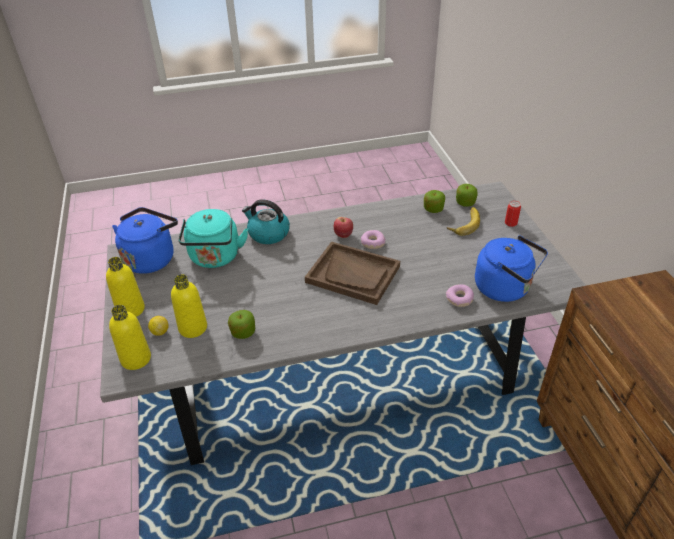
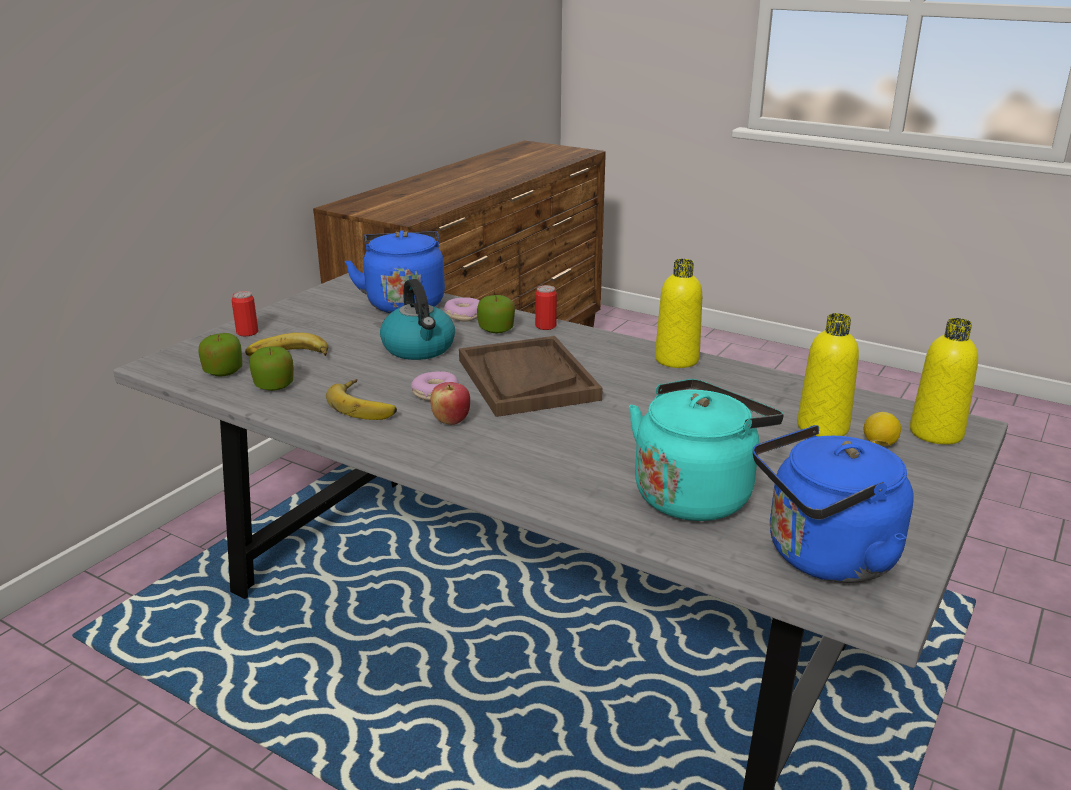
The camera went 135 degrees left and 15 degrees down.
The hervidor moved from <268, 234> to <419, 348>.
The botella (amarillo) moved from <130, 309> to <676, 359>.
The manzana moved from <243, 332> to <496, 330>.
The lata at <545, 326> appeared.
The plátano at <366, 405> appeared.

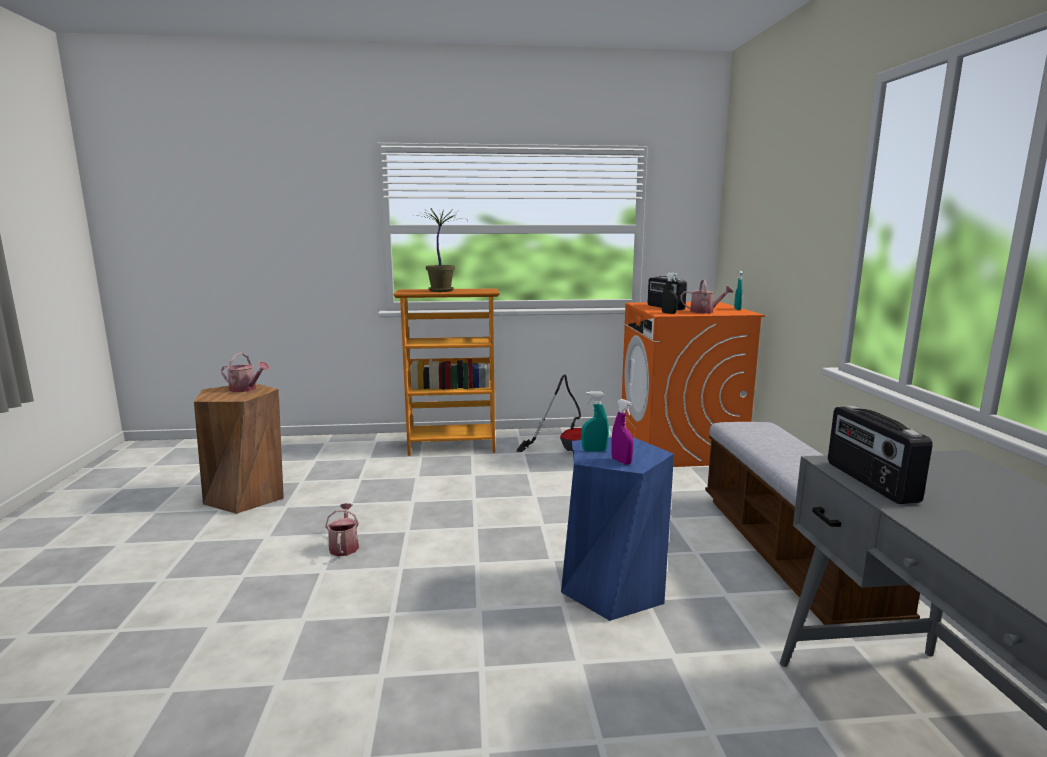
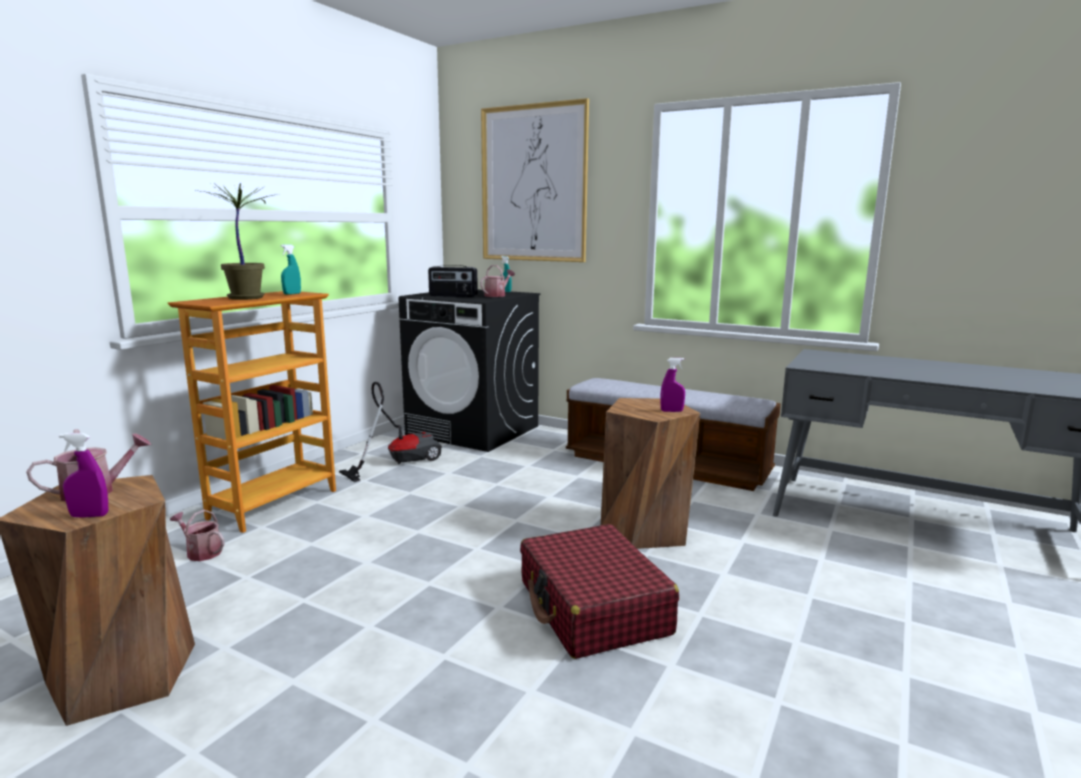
The camera went 55 degrees left and 0 degrees up.
The pulverizador (negro) at <668, 313> disappeared.
The lavadora (naranja) at <680, 447> became the lavadora (negro) at <474, 430>.
The pulverizador (turquesa) moved from <594, 450> to <292, 294>.
The radio at <869, 482> disappeared.
The taburete (azul) at <612, 588> became the taburete (marrón) at <646, 529>.
The regadera moved from <344, 546> to <201, 552>.
The cuadro at <533, 184> appeared.
The pulverizador (morado) at <89, 516> appeared.
The maleta (rojo) at <593, 608> appeared.

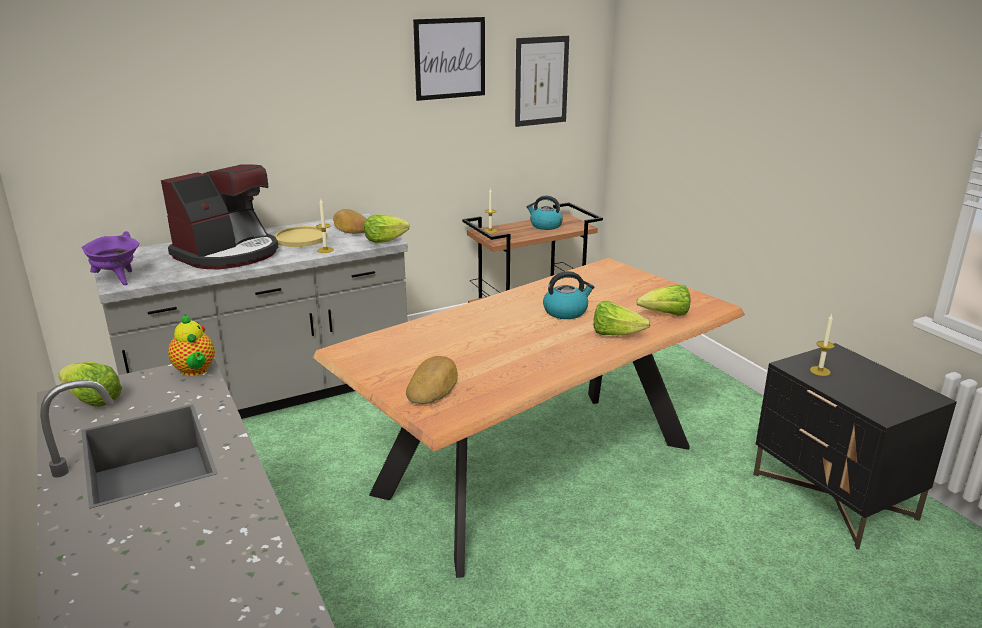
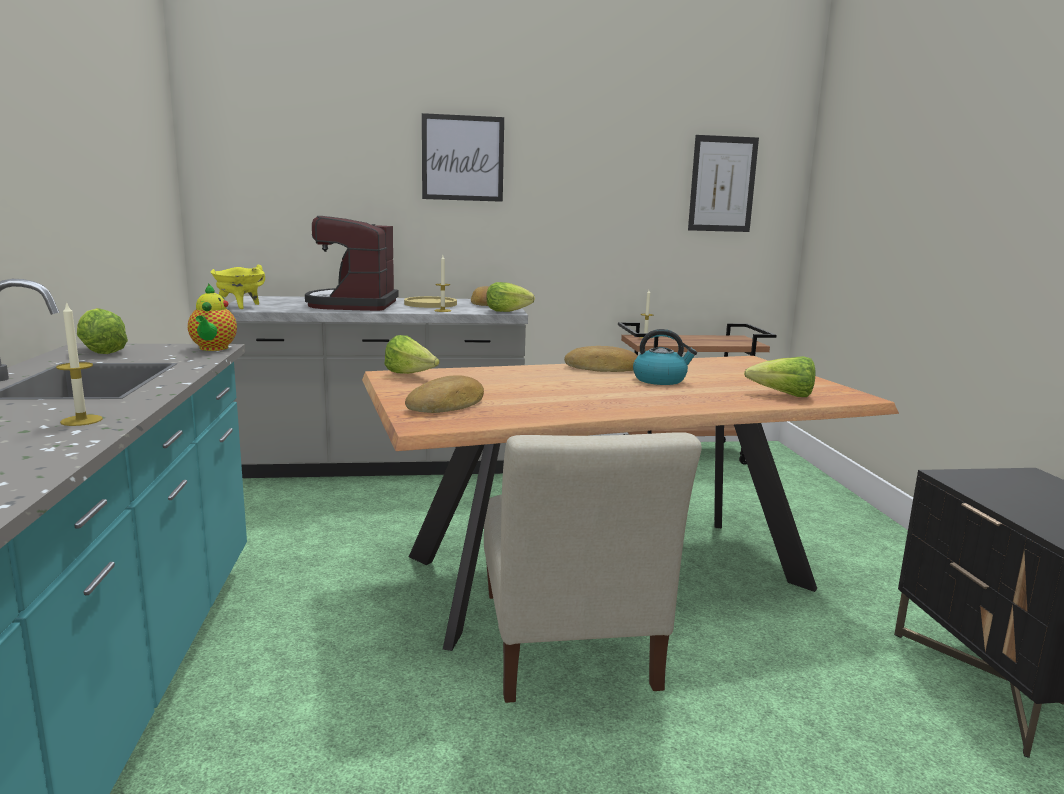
The camera went 20 degrees right and 10 degrees down.
The cuadro moved from <450, 58> to <462, 158>.
The cafetera at <228, 254> turned 120 degrees clockwise.
The hervidor at <545, 226> disappeared.
The olla (morado) at <117, 279> became the olla (amarillo) at <240, 306>.
The lechuga moved from <615, 334> to <410, 375>.
The vela moved from <820, 371> to <81, 420>.
The pan at <603, 368> appeared.
The silla (beis) at <566, 645> appeared.

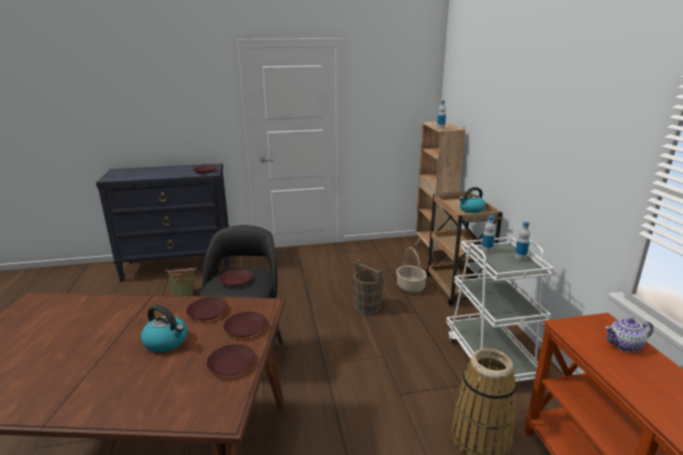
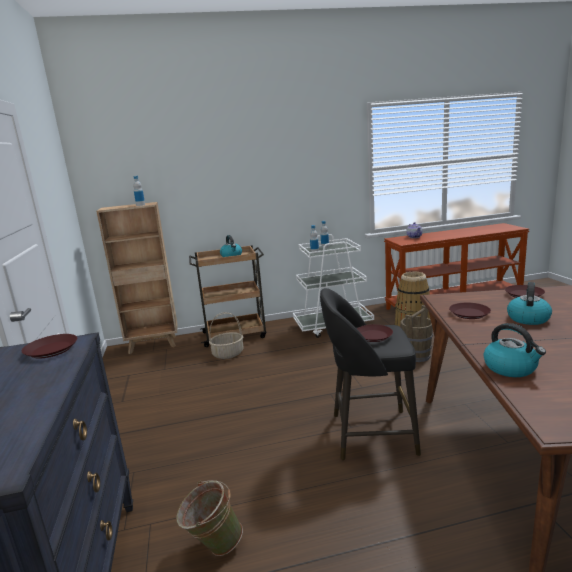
The camera went 90 degrees left and 5 degrees down.
The cubo (marrón) moved from <368, 307> to <416, 355>.
The plato (marrón) at <245, 328> disappeared.
The hervidor at <511, 368> appeared.

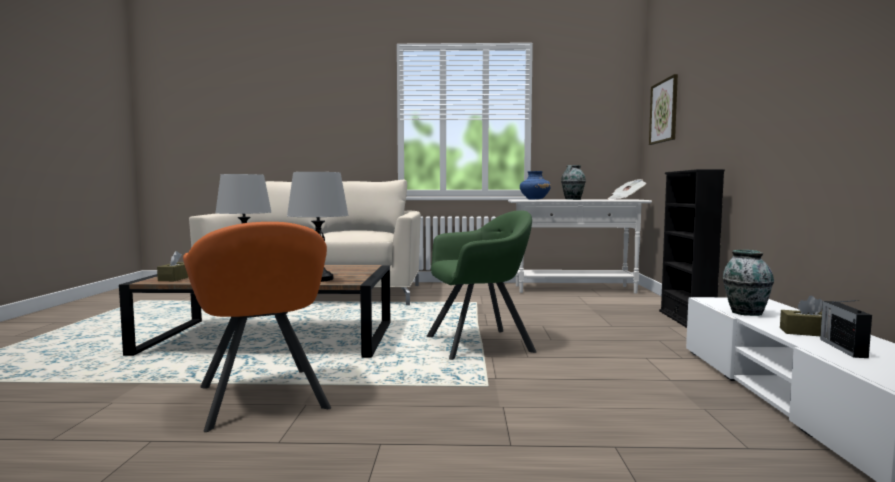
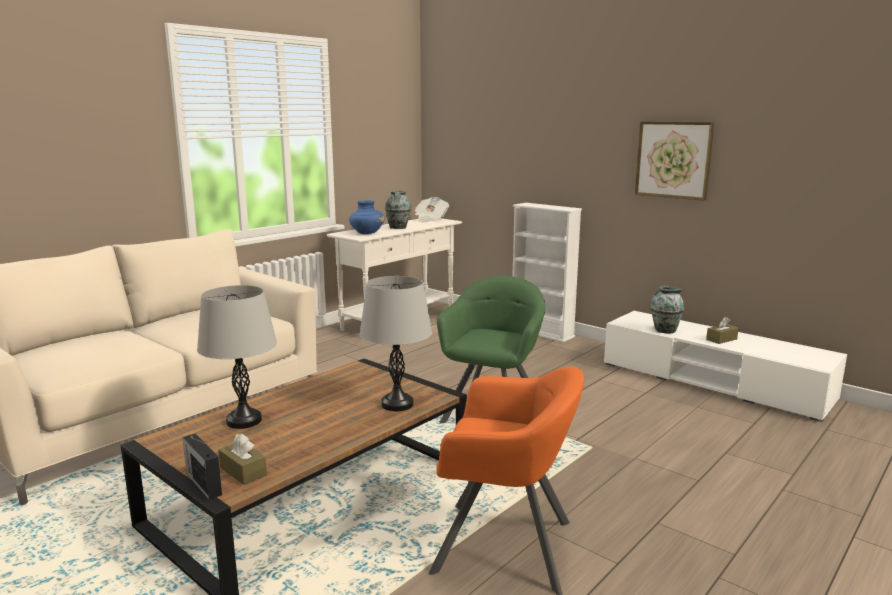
The camera went 50 degrees left and 10 degrees up.
The cuadro moved from <664, 111> to <673, 160>.
The estantería (negro) at <686, 320> became the estantería (blanco) at <541, 332>.
The radio moved from <842, 348> to <203, 483>.

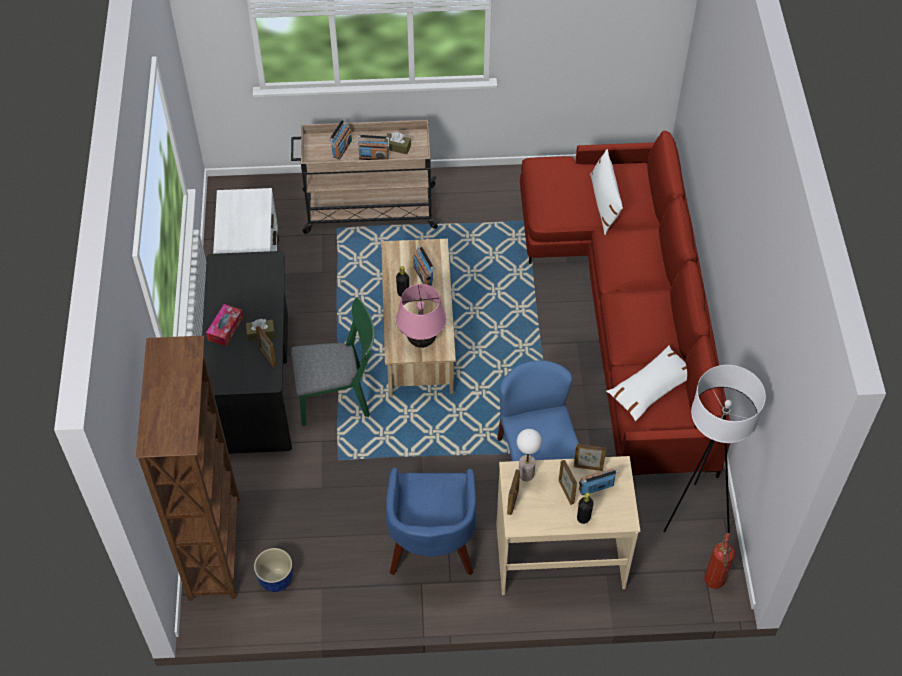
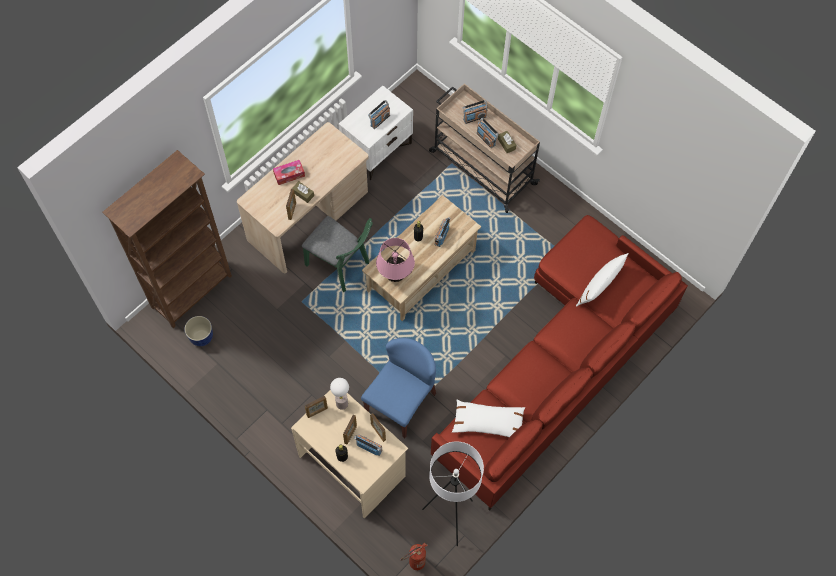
The camera went 45 degrees right and 10 degrees up.
The escritorio (negro) at <254, 381> became the escritorio (beis) at <308, 217>.
The sillón (azul) at <432, 546> disappeared.
The radio at <380, 120> appeared.

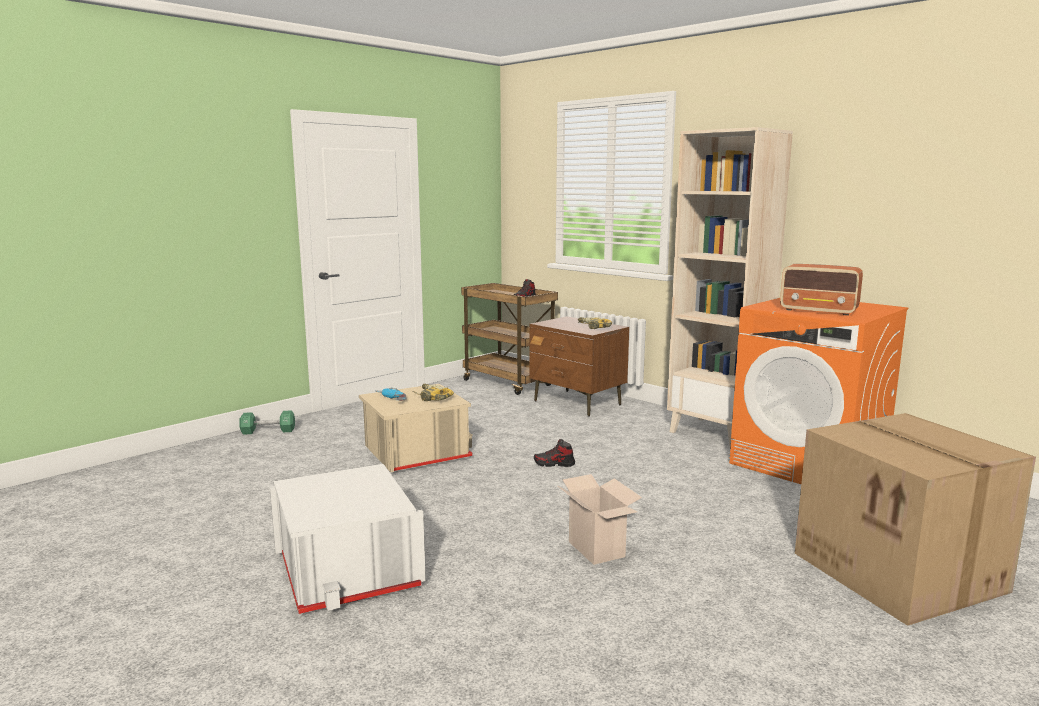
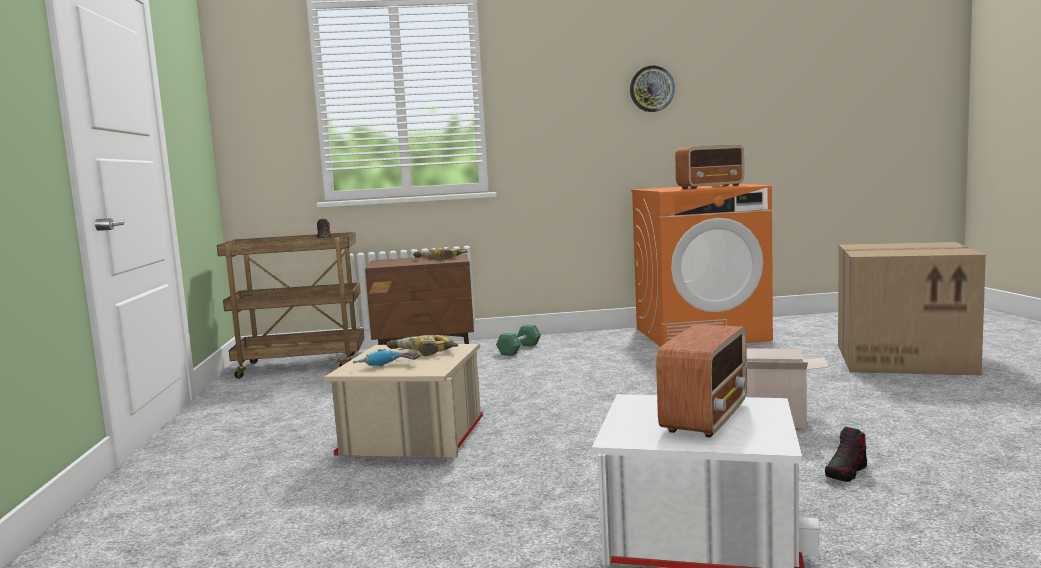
The camera went 50 degrees left and 5 degrees down.
The estantería (beis) at <717, 433> disappeared.
The mancuerna (verde) moved from <268, 431> to <519, 349>.
The zapato moved from <554, 464> to <846, 472>.
The reloj de pared at <651, 89> appeared.
The radio at <706, 417> appeared.

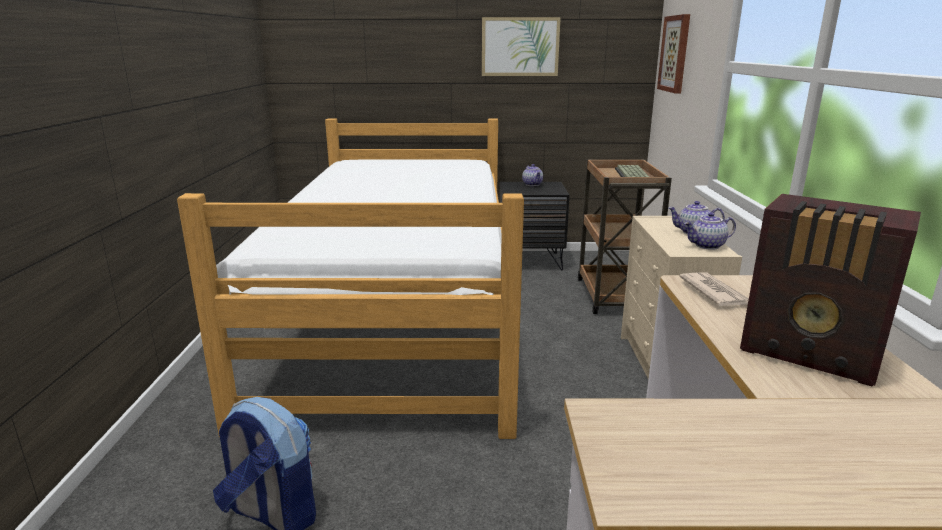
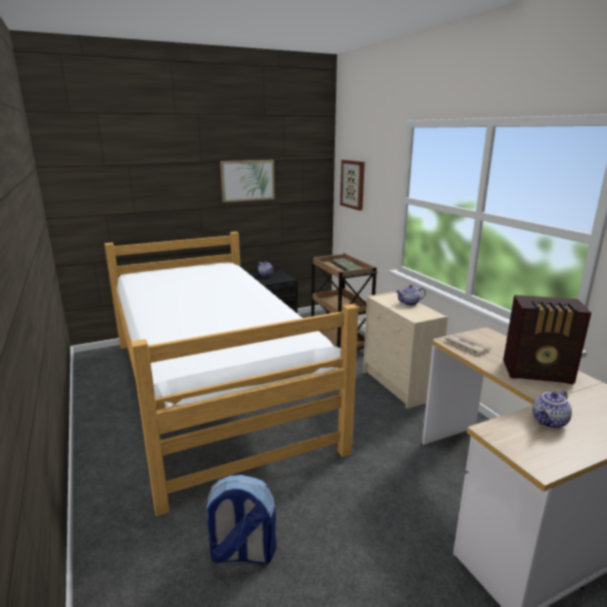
The camera went 25 degrees left and 0 degrees up.
The tetera moved from <707, 246> to <549, 422>.

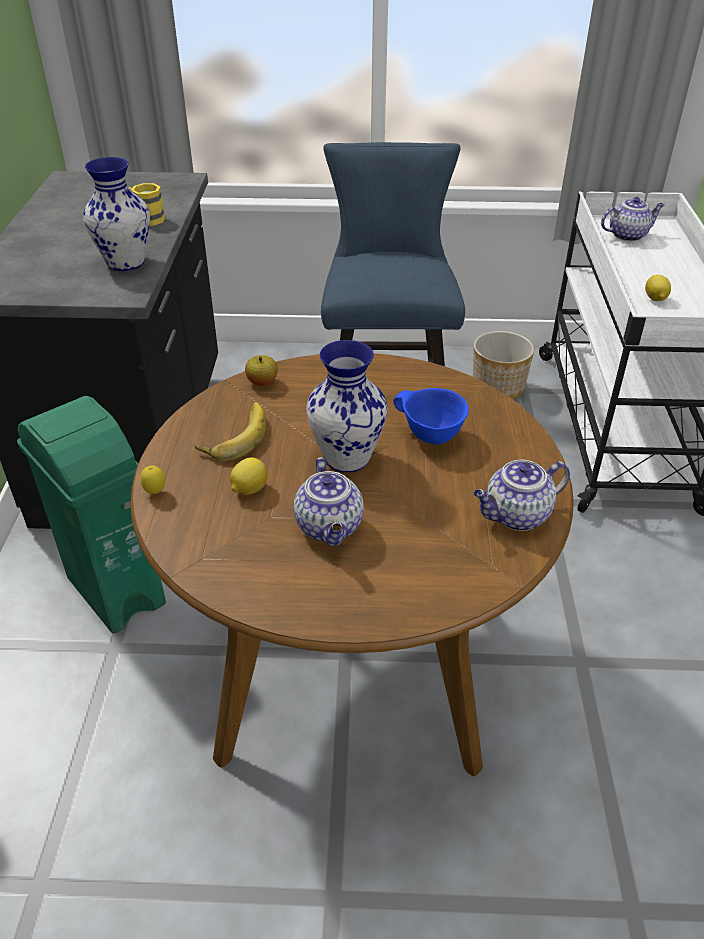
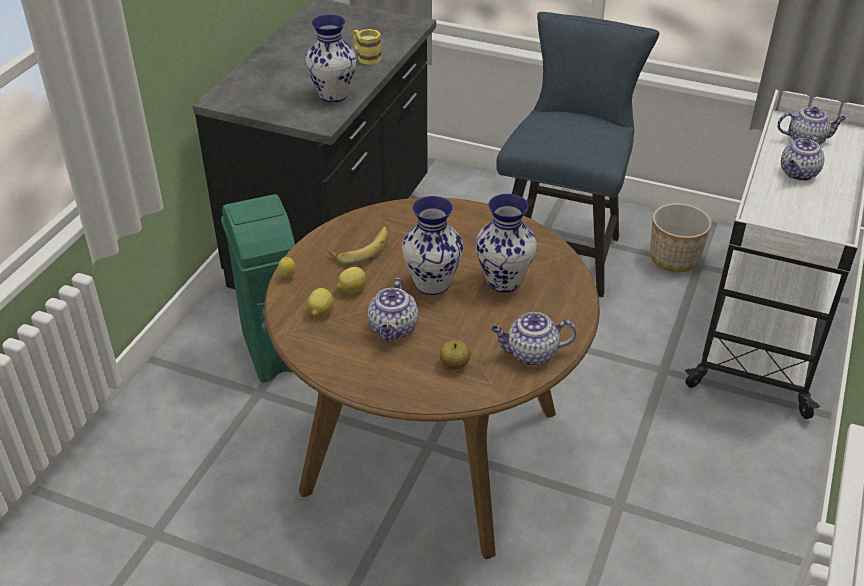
The camera went 20 degrees right and 0 degrees up.
The limón moved from <655, 299> to <320, 312>.
The manzana moved from <262, 382> to <454, 364>.
The cuenco (azul) at <431, 436> was replaced by the florero at <504, 282>.
The tetera at <798, 174> appeared.

